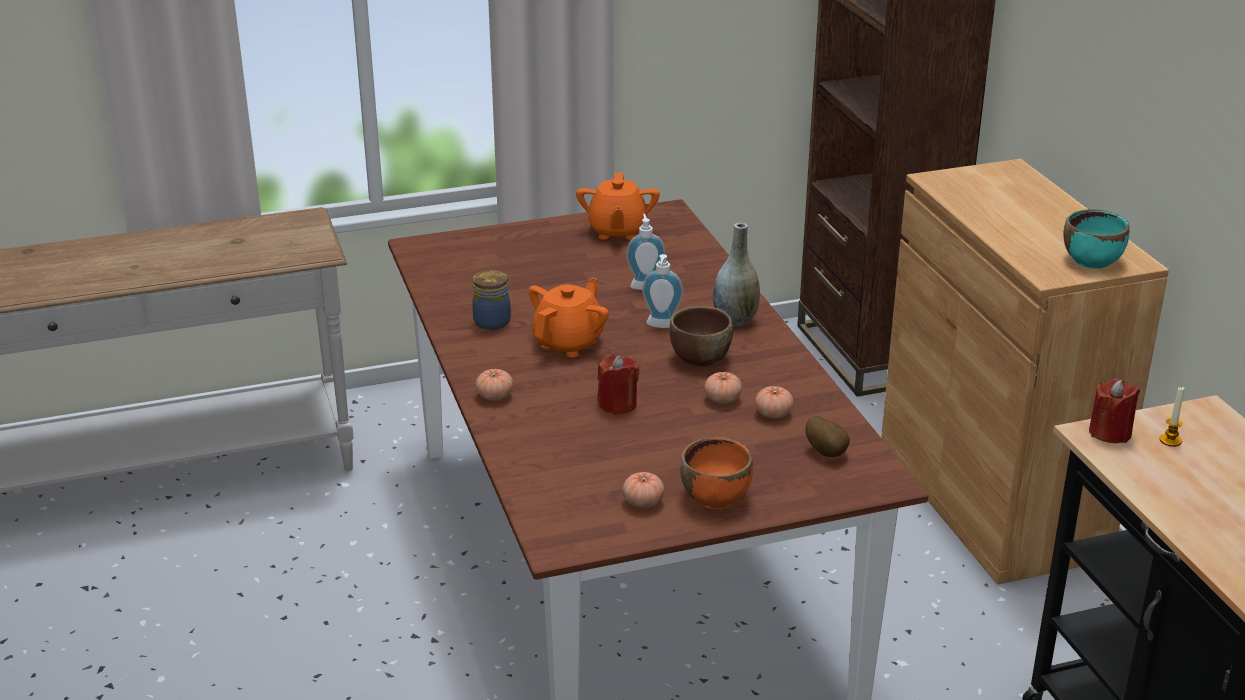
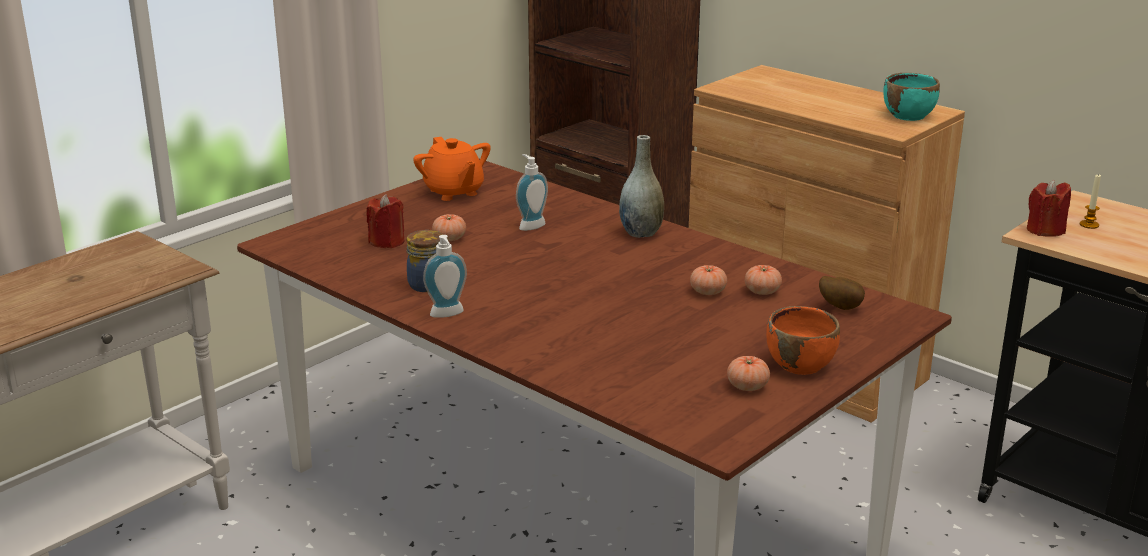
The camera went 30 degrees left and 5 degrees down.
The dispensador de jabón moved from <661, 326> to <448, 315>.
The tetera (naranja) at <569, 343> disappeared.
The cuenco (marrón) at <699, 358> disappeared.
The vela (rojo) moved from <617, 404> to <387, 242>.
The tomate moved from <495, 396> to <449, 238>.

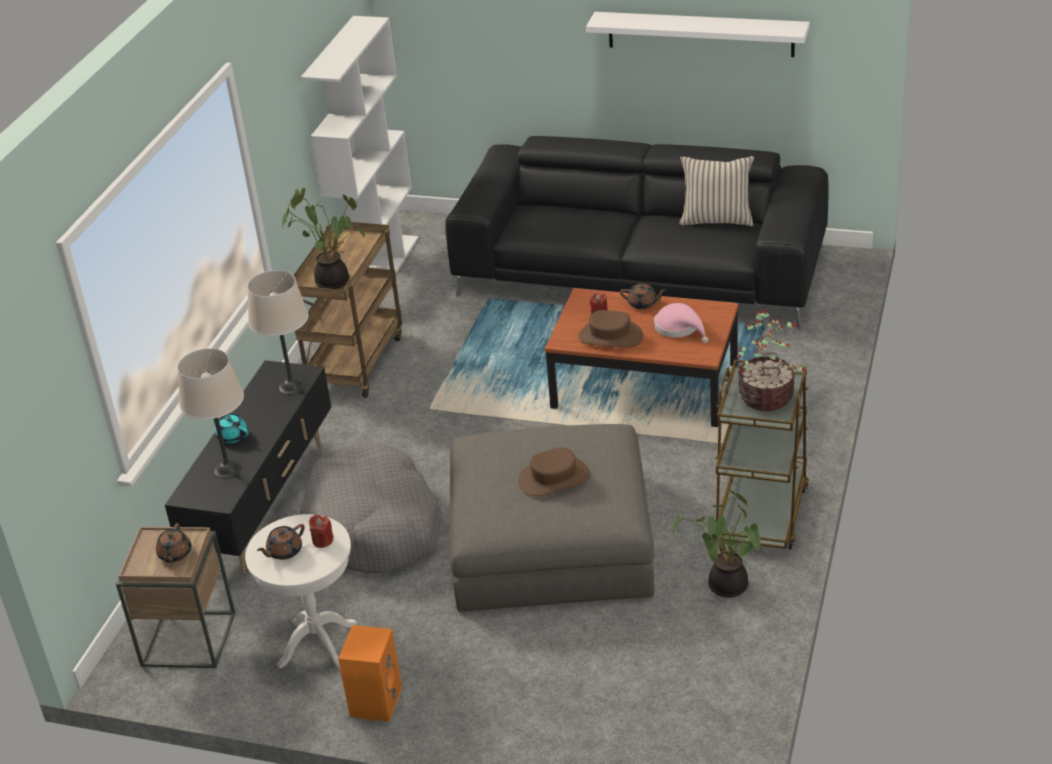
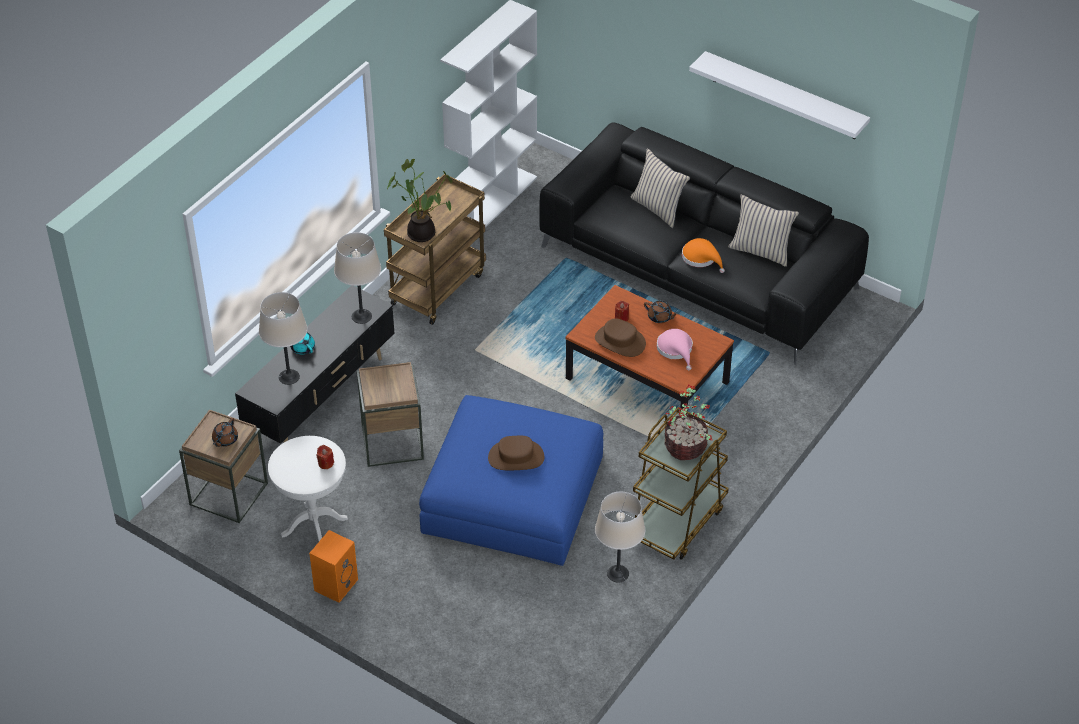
The camera went 15 degrees right and 10 degrees up.
The puf (gris) at <551, 539> became the puf (azul) at <513, 495>.
The cama para perro (gris) at <374, 526> was replaced by the mesa auxiliar (marrón) at <392, 442>.
The planta en maceta at <724, 586> was replaced by the lámpara de mesa (beis) at <617, 574>.
The tetera (marrón) at <284, 551> disappeared.
The cojín (beis) at <658, 208> appeared.
The sombrero (naranja) at <701, 258> appeared.

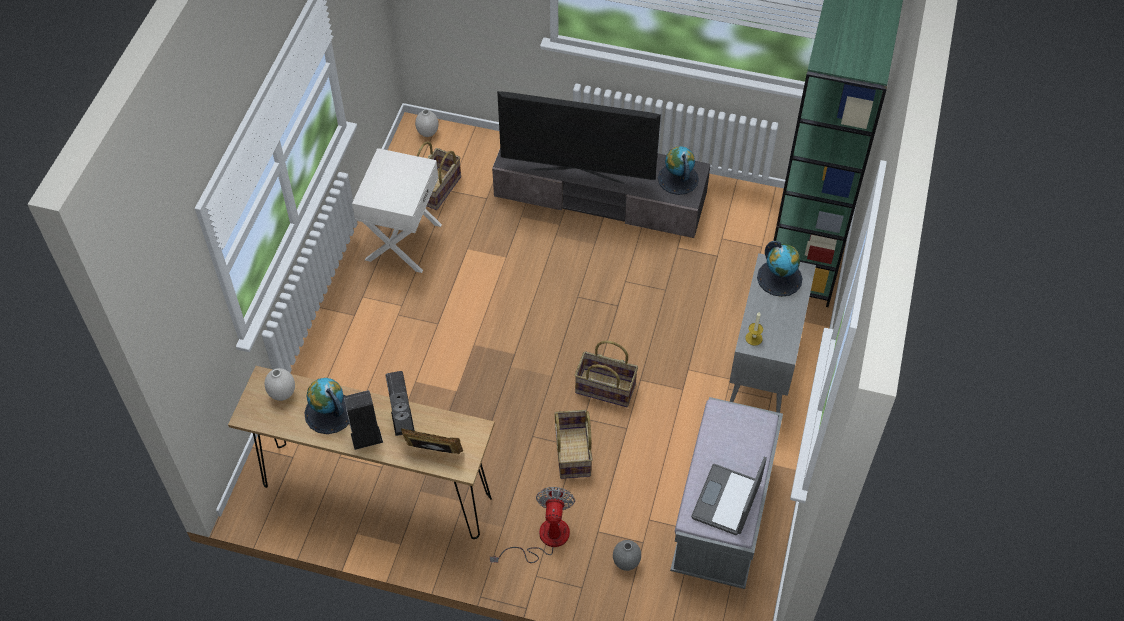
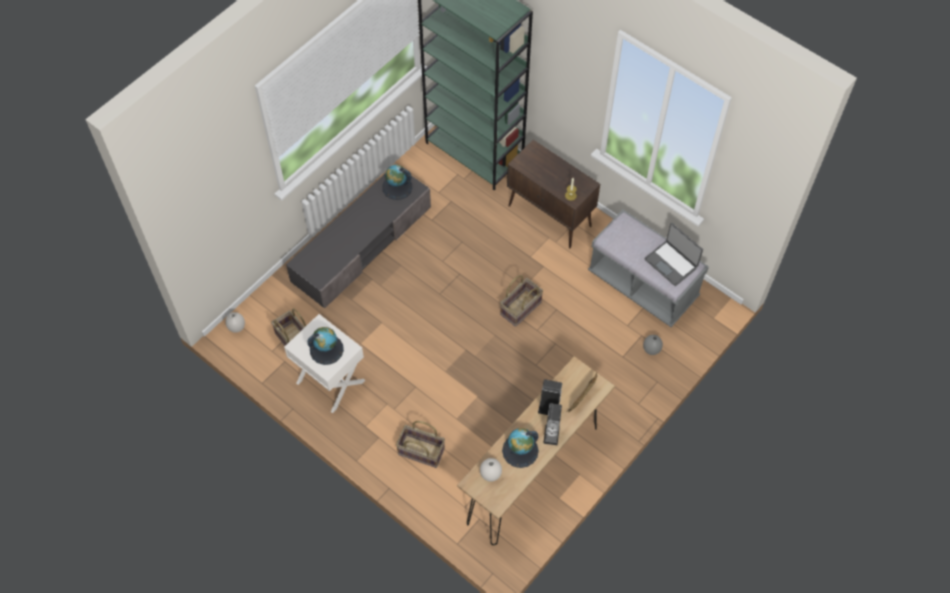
The camera went 65 degrees left and 5 degrees up.
The televisor at <577, 175> disappeared.
The globo terráqueo moved from <779, 278> to <326, 349>.
The armario (gris) at <763, 368> became the armario (marrón) at <550, 216>.
The cesta moved from <571, 452> to <420, 452>.
The ventilador at <544, 539> disappeared.

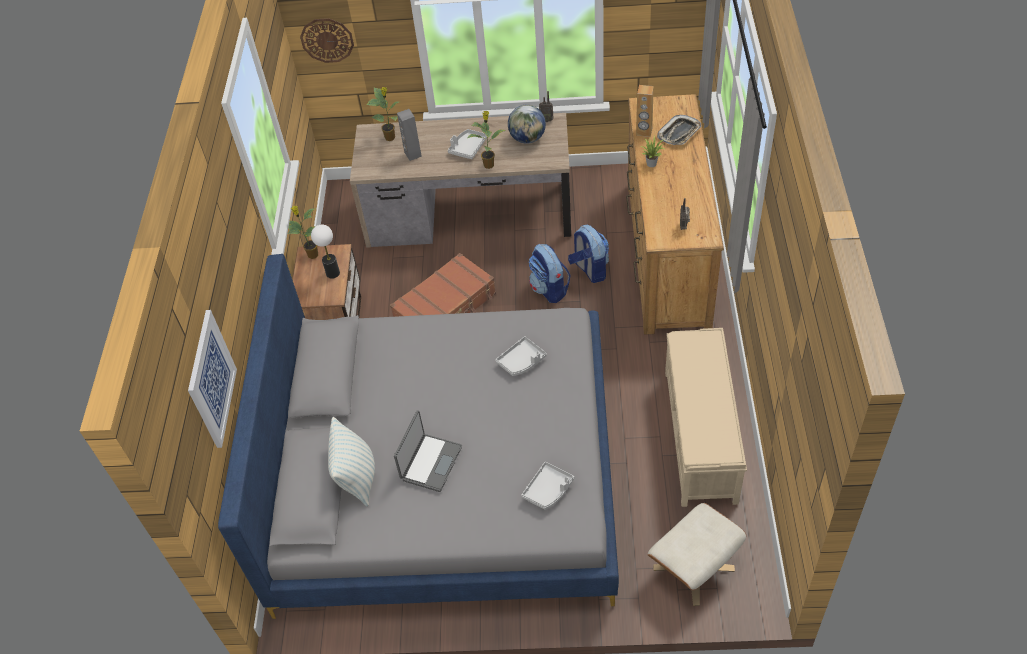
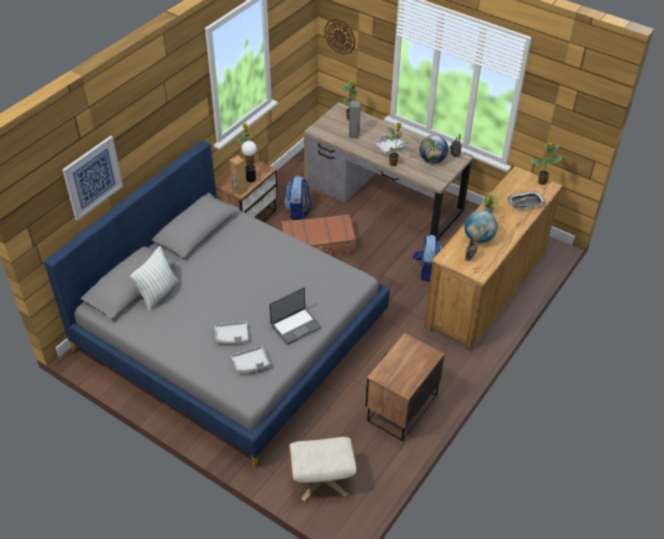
The camera went 30 degrees right and 5 degrees down.
The altavoz (marrón) moved from <644, 131> to <239, 190>.
The mochila moved from <549, 289> to <298, 211>.
The banco (beis) at <700, 436> was replaced by the mesita de noche at <401, 408>.
The bandeja (gris) moved from <521, 361> to <232, 336>.
The portátil moved from <430, 462> to <295, 326>.
The planta en maceta at <541, 182> appeared.
The globo terráqueo at <478, 238> appeared.

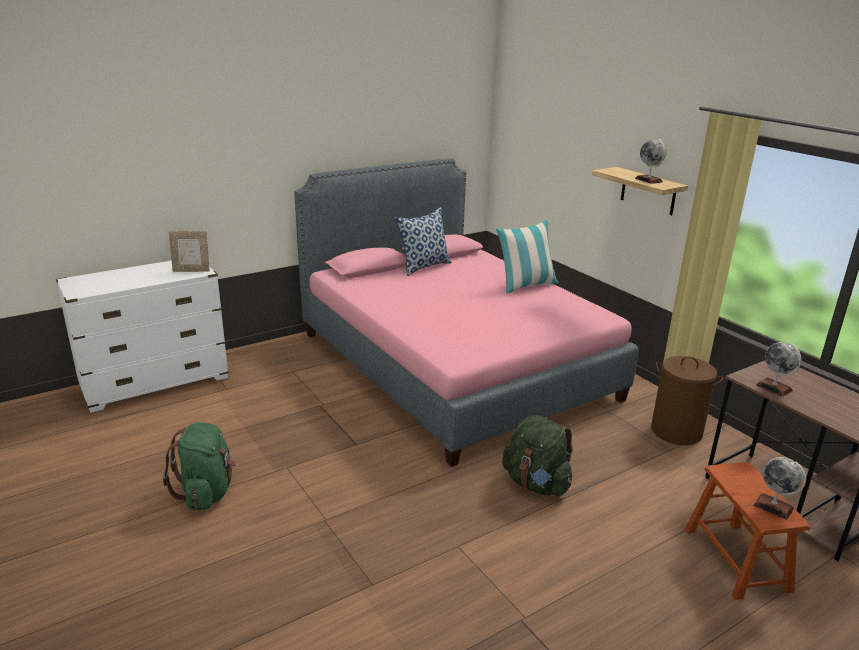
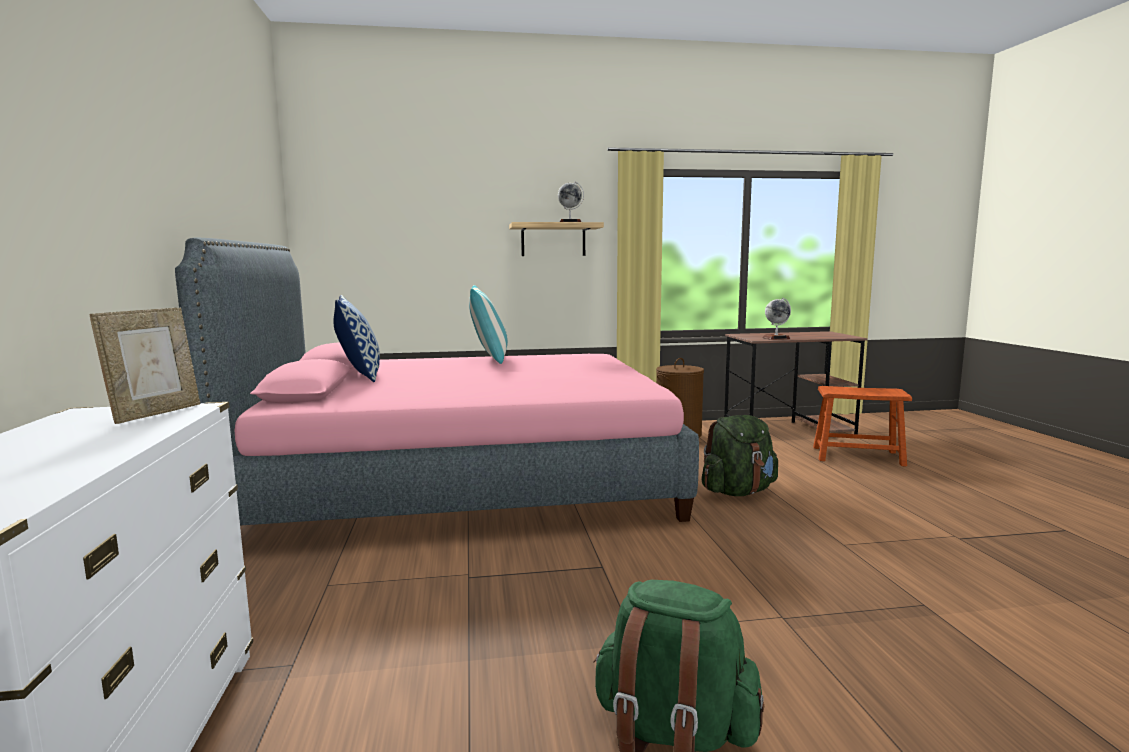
The camera went 65 degrees left and 15 degrees down.
The globo terráqueo at <773, 507> disappeared.

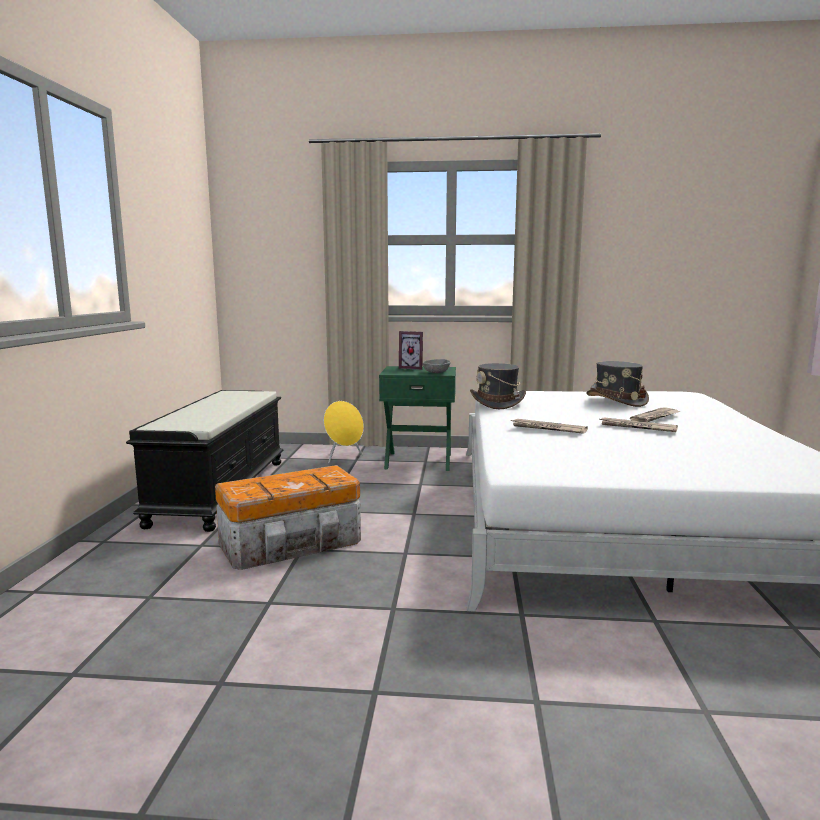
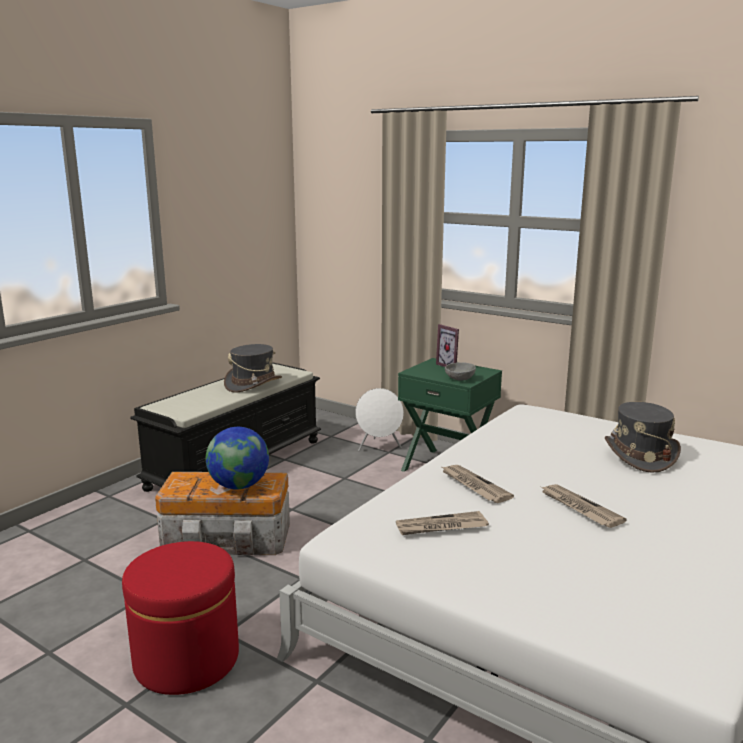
The camera went 30 degrees right and 5 degrees up.
The sombrero (gris) moved from <497, 403> to <253, 384>.
The altavoz (amarillo) at <343, 458> became the altavoz (blanco) at <379, 447>.
The periódico moved from <655, 417> to <441, 527>.
The globo terráqueo at <239, 486> appeared.
The puf (rojo) at <186, 659> appeared.

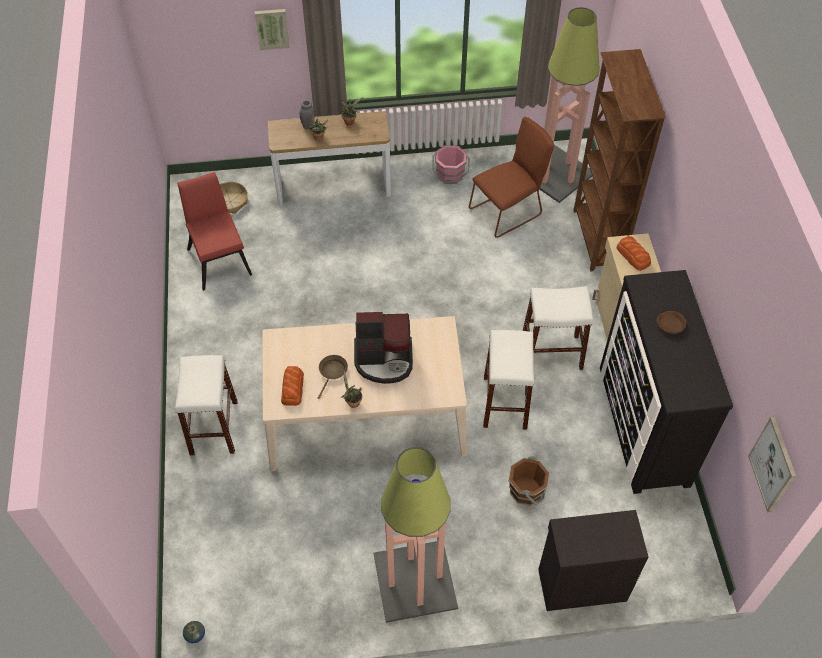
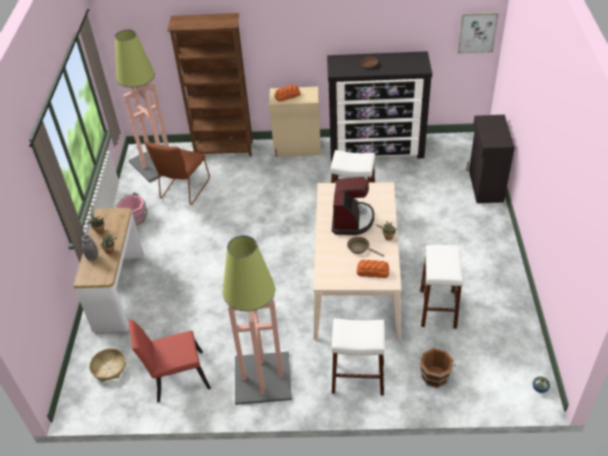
The camera went 80 degrees left and 10 degrees down.
The cuadro at <272, 28> disappeared.
The silla (marrón) at <508, 211> turned 135 degrees counterclockwise.
The taburete (blanco) moved from <551, 353> to <438, 309>.
The lámpara de pie moved from <415, 580> to <262, 377>.
The cubo (marrón) moved from <526, 490> to <434, 376>.

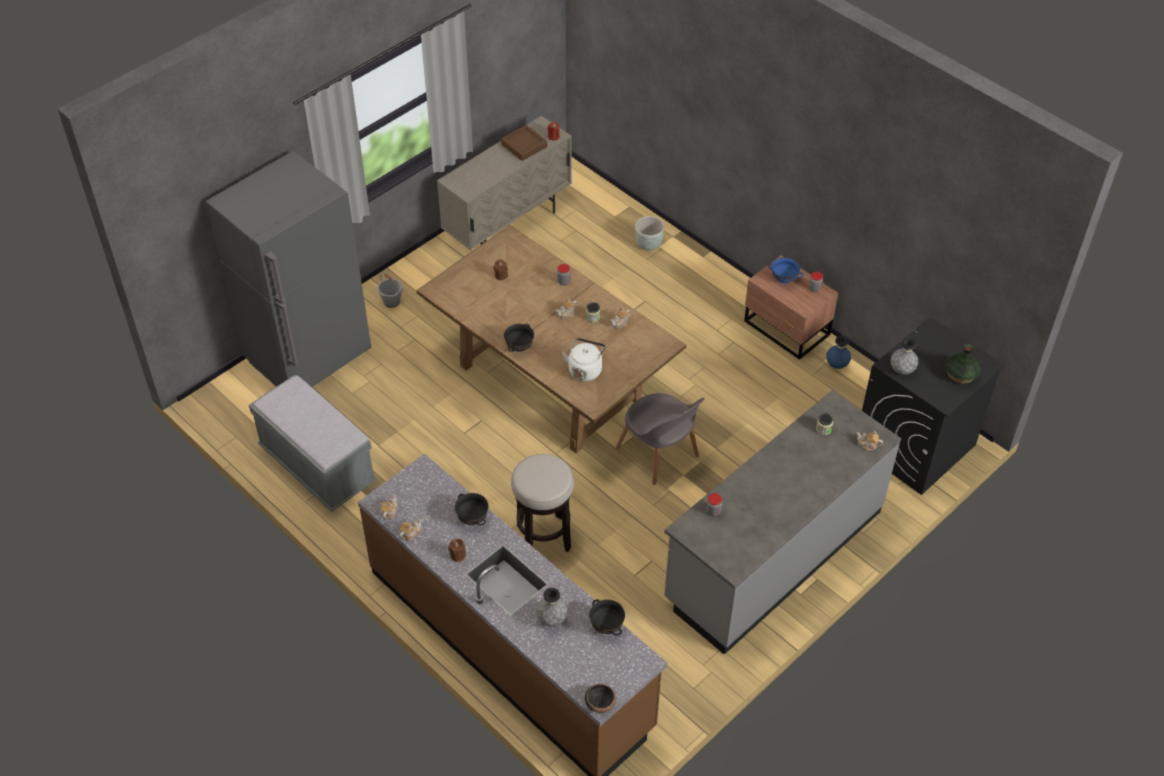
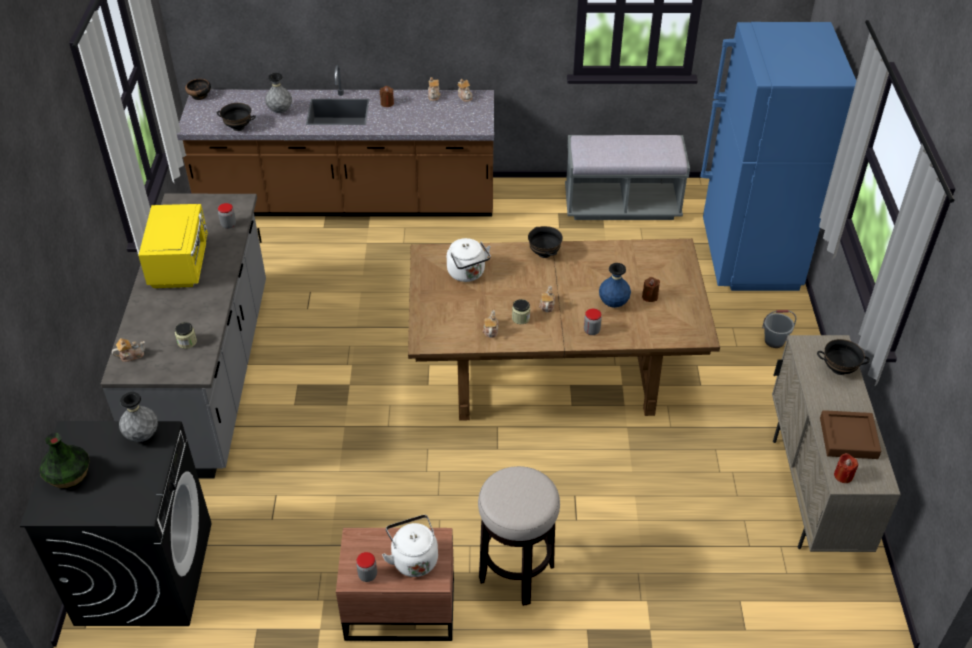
The camera went 135 degrees right and 5 degrees down.
The nevera (gris) at <310, 359> became the nevera (azul) at <749, 258>.
The maceta (gris) at <649, 244> disappeared.
The cuenco (azul) at <783, 280> was replaced by the hervidor (blanco) at <413, 558>.
The florero (azul) moved from <836, 365> to <613, 303>.
The silla (gris) at <659, 454> disappeared.
The taburete moved from <543, 537> to <516, 572>.
The cuenco (negro) moved from <472, 519> to <839, 369>.
The microondas (amarillo) at <180, 263> appeared.

